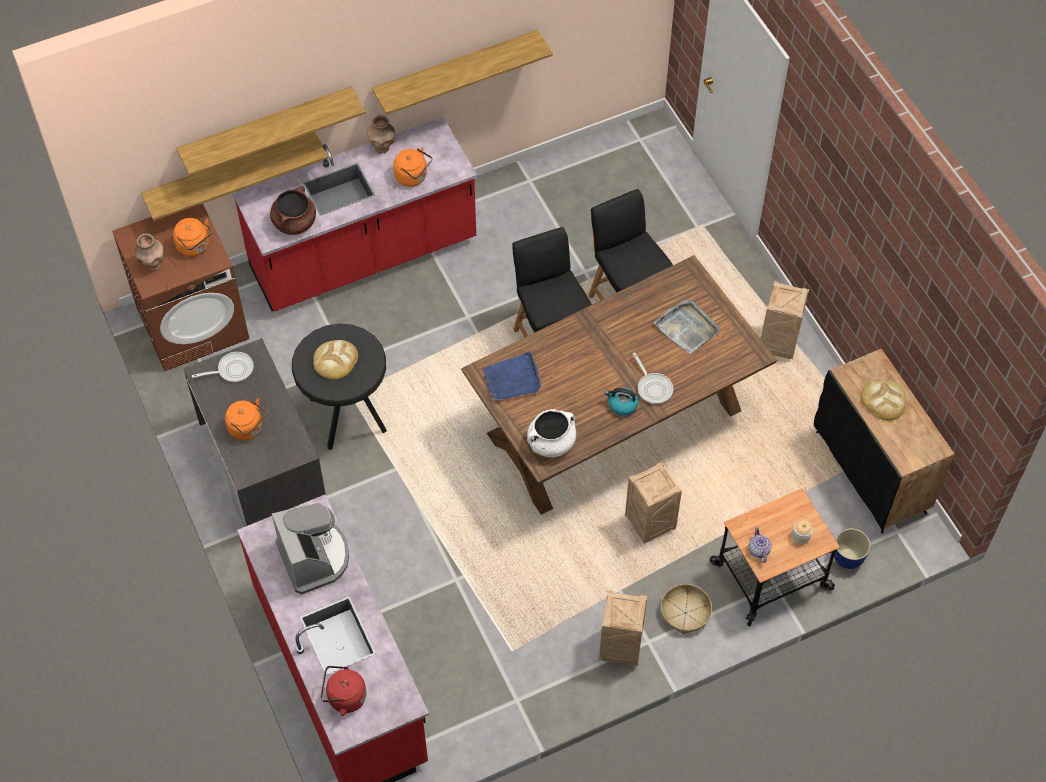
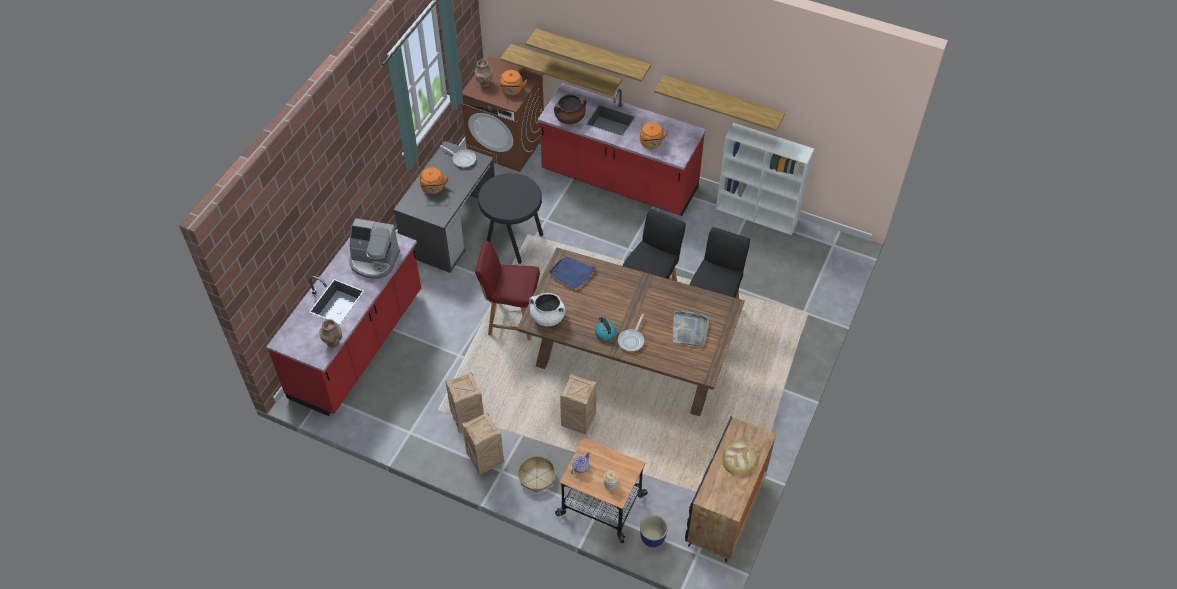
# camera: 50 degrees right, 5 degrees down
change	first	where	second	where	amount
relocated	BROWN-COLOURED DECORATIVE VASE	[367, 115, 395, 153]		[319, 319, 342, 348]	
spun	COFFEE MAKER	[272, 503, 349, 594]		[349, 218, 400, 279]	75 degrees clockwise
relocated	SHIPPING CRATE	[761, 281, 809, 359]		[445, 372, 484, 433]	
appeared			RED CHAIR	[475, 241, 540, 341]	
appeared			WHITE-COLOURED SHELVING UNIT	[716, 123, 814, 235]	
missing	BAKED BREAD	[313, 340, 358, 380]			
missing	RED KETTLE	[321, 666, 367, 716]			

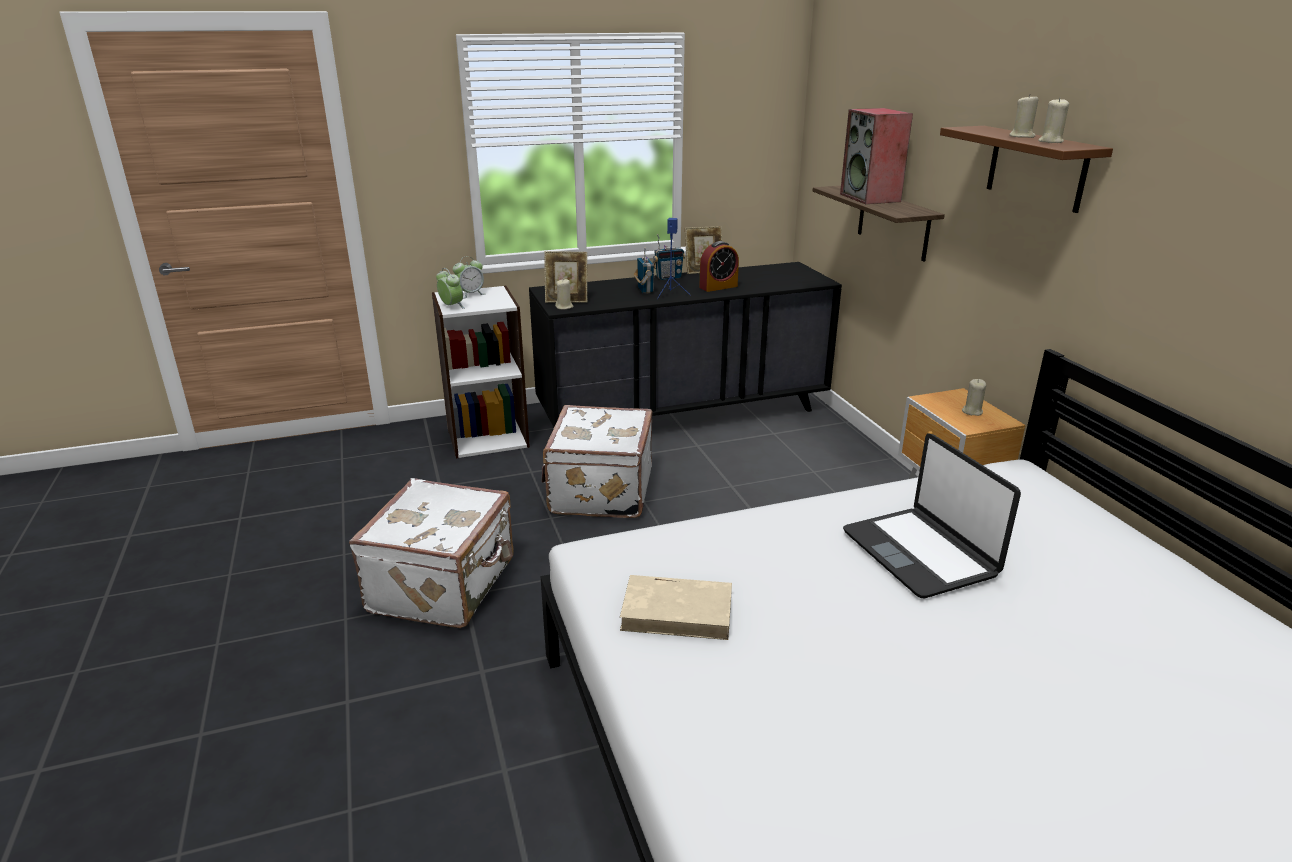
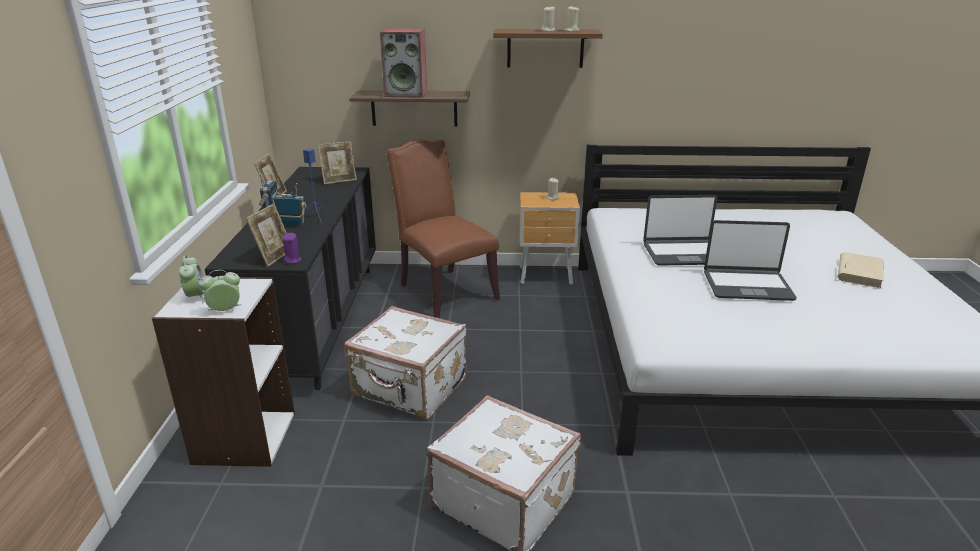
# camera: 70 degrees left, 0 degrees up
change	first	where	second	where	amount
colour	BEIGE-COLOURED CANDLE	[555, 279, 573, 309]	PURPLE-COLOURED CANDLE	[283, 233, 301, 264]	
appeared			PICTURE FRAME	[318, 141, 357, 184]	
appeared			BROWN-COLOURED CHAIR	[387, 140, 500, 318]	
appeared			PORTABLE COMPUTER	[704, 220, 797, 301]	
relocated	BEIGE-COLOURED BOUND BOOK	[620, 575, 732, 640]		[838, 252, 884, 289]	
missing	ALARM CLOCK	[699, 241, 739, 292]			

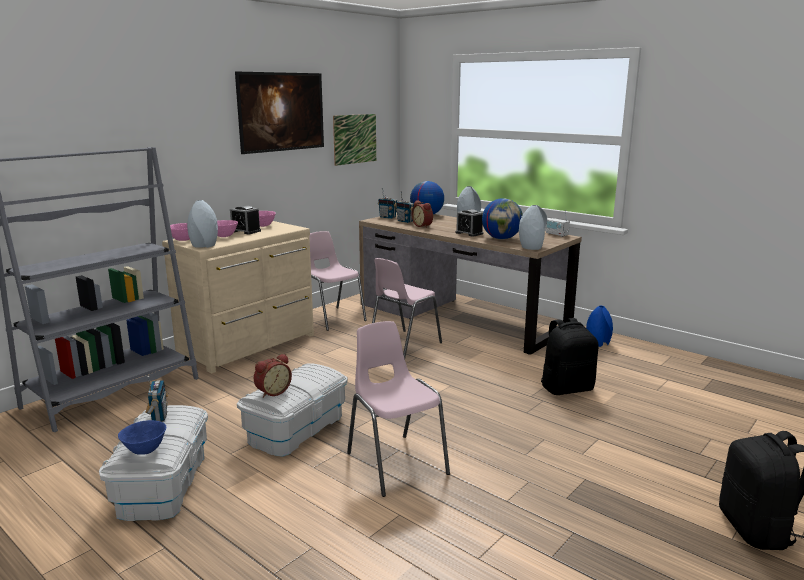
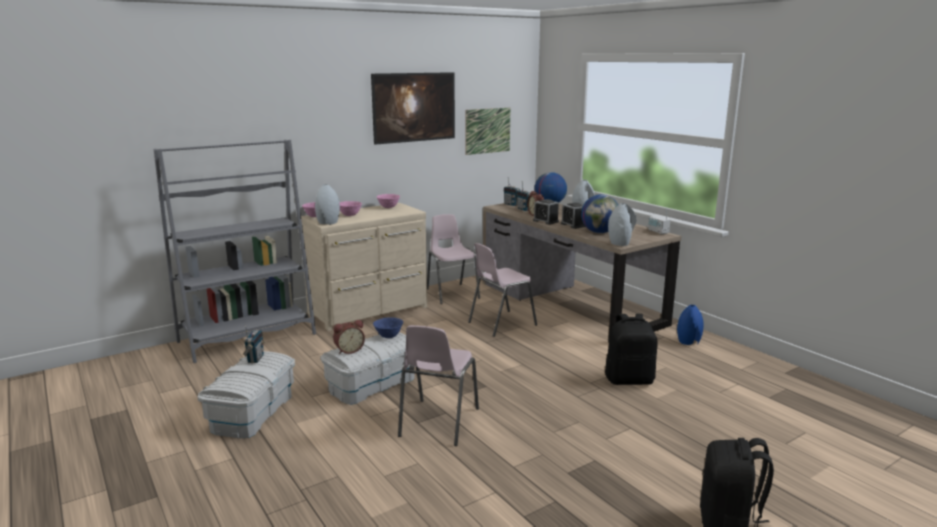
# camera: 15 degrees right, 0 degrees up
change	first	where	second	where	amount
relocated	BLUISH DEEP DISH	[118, 420, 166, 455]		[373, 317, 403, 338]	
spun	PINKISH CHAIR	[347, 321, 450, 497]		[398, 325, 479, 446]	150 degrees counterclockwise
relocated	ALARM CLOCK	[230, 205, 261, 234]		[533, 199, 559, 225]	

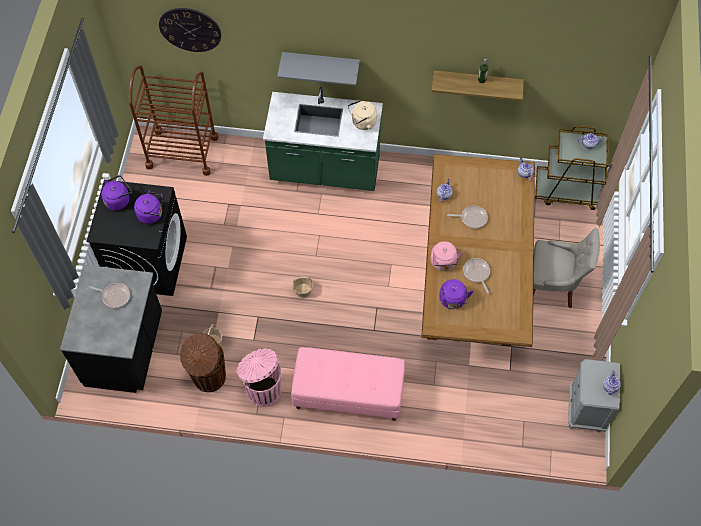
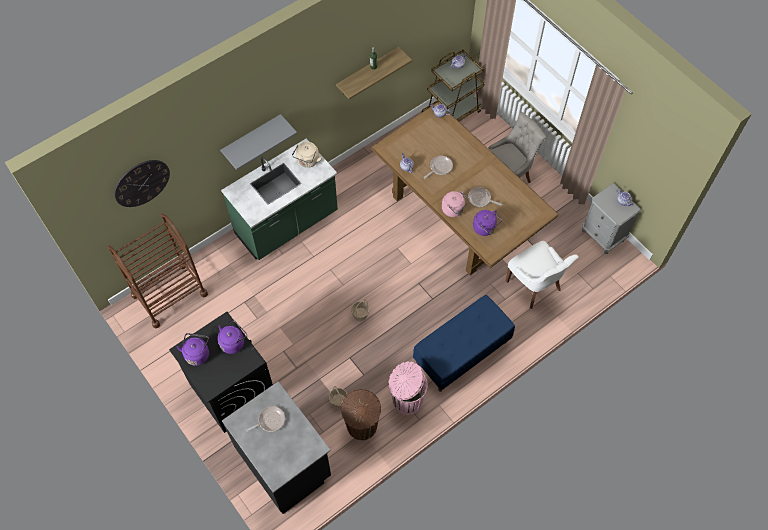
# camera: 45 degrees left, 0 degrees up
change	first	where	second	where	amount
colour	PINKISH BENCH	[291, 347, 405, 421]	BLUISH BENCH	[413, 295, 515, 392]	
appeared			WHITE-COLOURED CHAIR	[506, 241, 579, 309]	

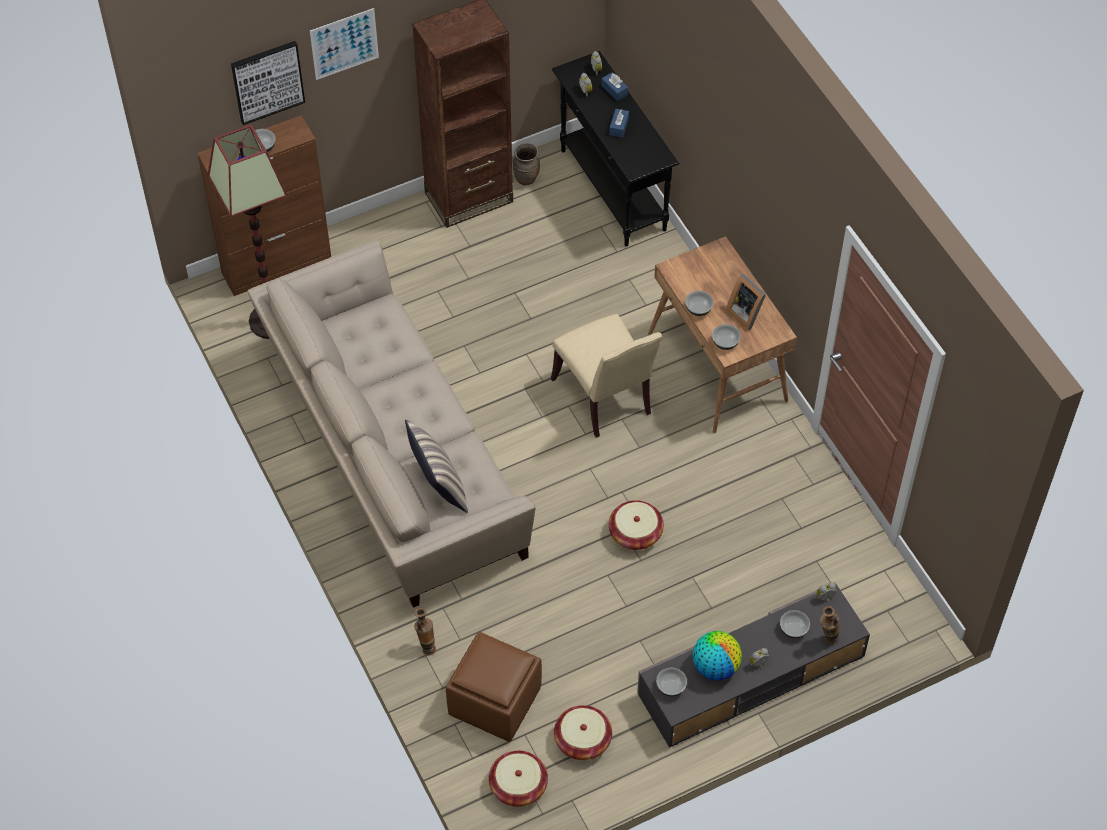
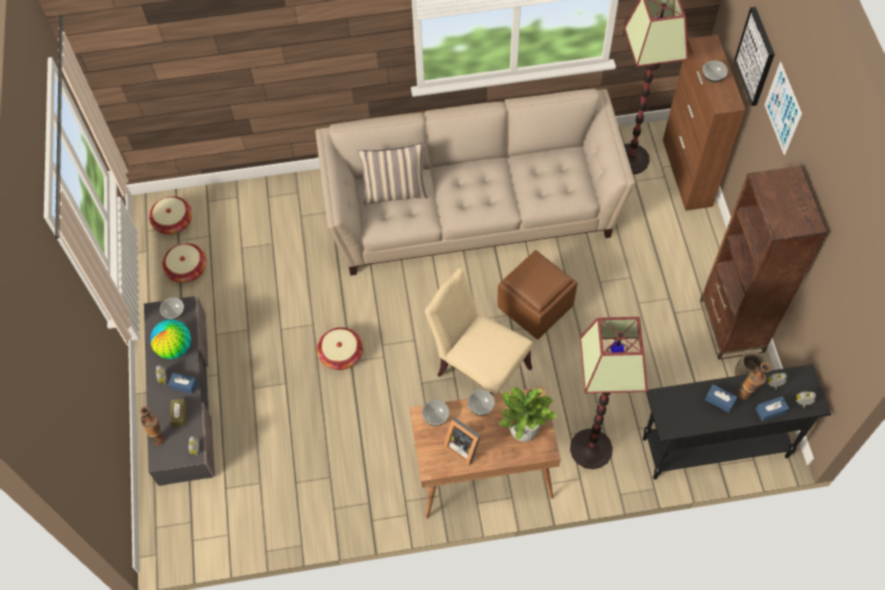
# camera: 110 degrees right, 5 degrees up
change	first	where	second	where	amount
appeared			BLUISH BOX OF TISSUES	[168, 373, 198, 394]	
exchanged	DEEP DISH	[780, 610, 810, 638]	BROWN-COLOURED BOX OF TISSUES	[170, 399, 187, 427]	
spun	BEIGE-COLOURED CHAIR	[551, 314, 663, 438]		[425, 268, 533, 395]	45 degrees clockwise
spun	PICTURE FRAME	[726, 274, 766, 330]		[444, 417, 481, 466]	120 degrees counterclockwise
relocated	BROWN-COLOURED OTTOMAN	[446, 631, 542, 742]		[498, 250, 578, 339]	
appeared			HOUSEPLANT	[498, 387, 557, 442]	
appeared			FLOOR LAMP	[570, 317, 648, 469]	
relocated	DECORATIVE VASE	[414, 608, 436, 655]		[737, 362, 771, 400]	

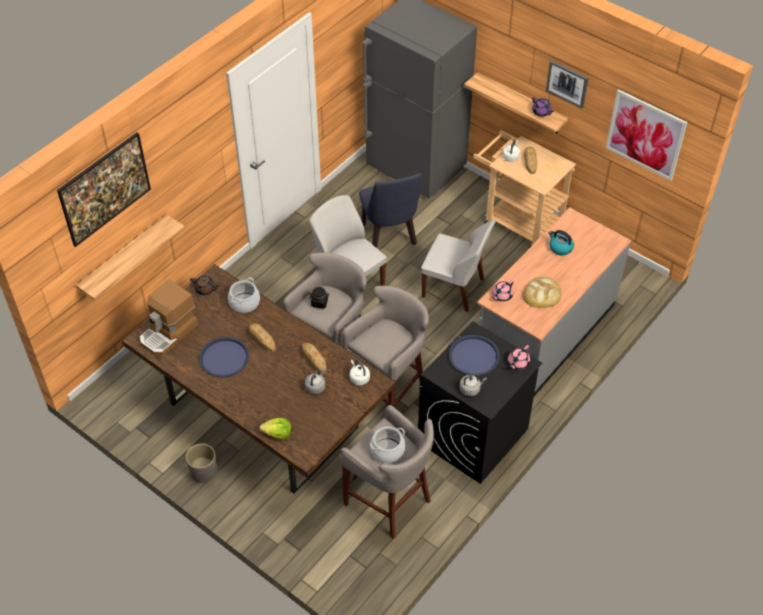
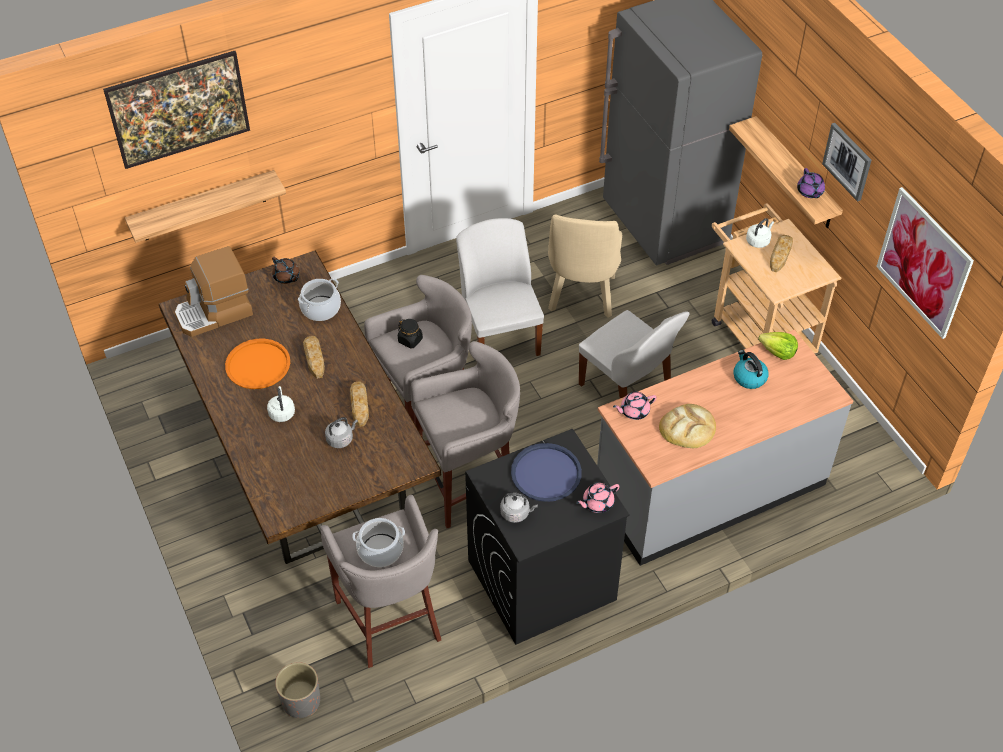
# camera: 25 degrees right, 0 degrees up
change	first	where	second	where	amount
colour	BLUISH CARRYING TRAY	[199, 337, 249, 377]	ORANGE CARRYING TRAY	[225, 339, 290, 389]	
relocated	WHITE-COLOURED KETTLE	[350, 360, 370, 385]		[267, 386, 295, 422]	
relocated	GREY PLANT POT	[186, 443, 217, 483]		[275, 662, 320, 718]	
colour	BLUISH CHAIR	[359, 173, 422, 248]	BEIGE-COLOURED CHAIR	[548, 214, 622, 318]	
relocated	HEAD OF LETTUCE	[259, 418, 292, 439]		[758, 332, 798, 360]	

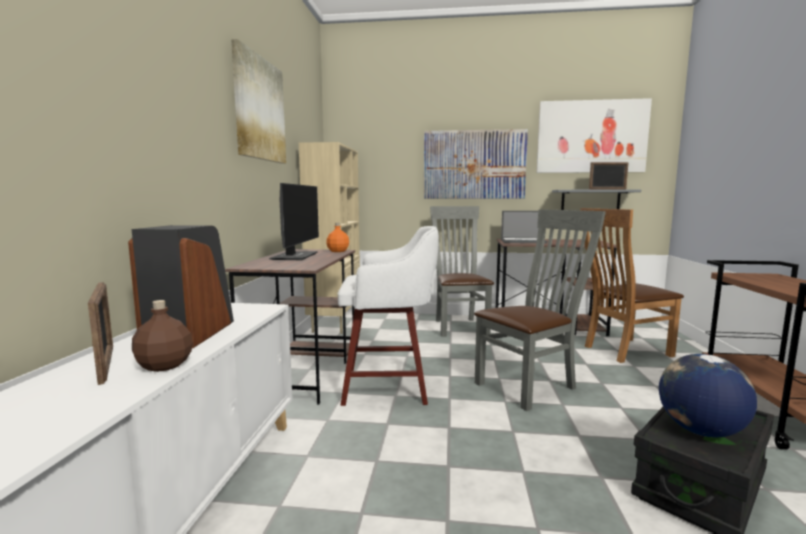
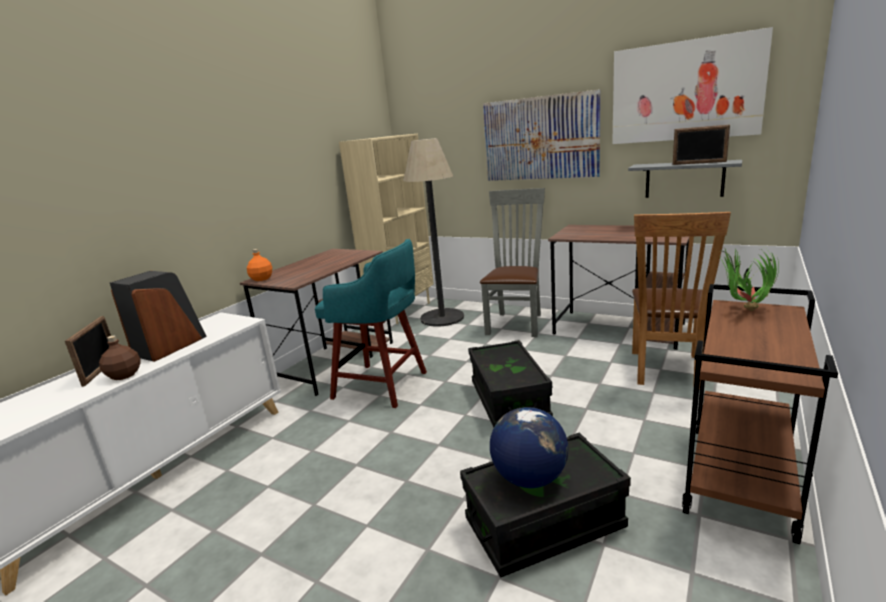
# camera: 25 degrees right, 10 degrees up
change	first	where	second	where	amount
relocated	ORANGE BEVERAGE BOTTLE	[326, 223, 349, 252]		[247, 249, 272, 281]	
colour	WHITE-COLOURED STOOL	[338, 226, 439, 406]	TURQUOISE STOOL	[315, 239, 427, 408]	
appeared			FLOOR LAMP	[403, 138, 464, 327]	
exchanged	GREY CHAIR	[474, 209, 606, 411]	BLACK STORAGE BIN	[468, 340, 553, 427]	
spun	BROWN-COLOURED CHAIR	[580, 208, 684, 363]		[632, 212, 731, 389]	75 degrees counterclockwise
appeared			HOUSEPLANT	[720, 247, 779, 311]	
missing	WALL PICTURE	[231, 39, 286, 163]			
missing	MONITOR	[269, 183, 319, 260]			
missing	PORTABLE COMPUTER	[501, 211, 547, 243]			

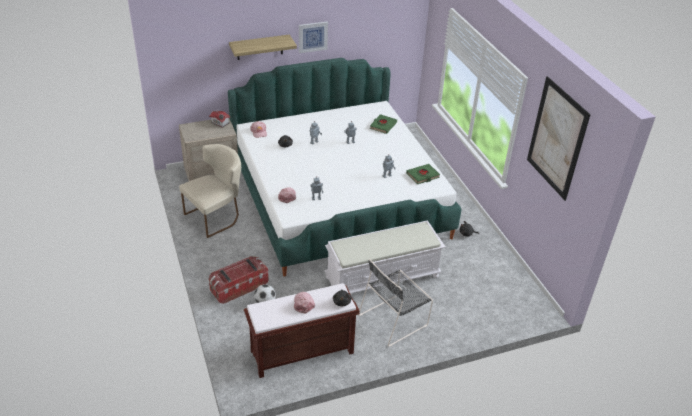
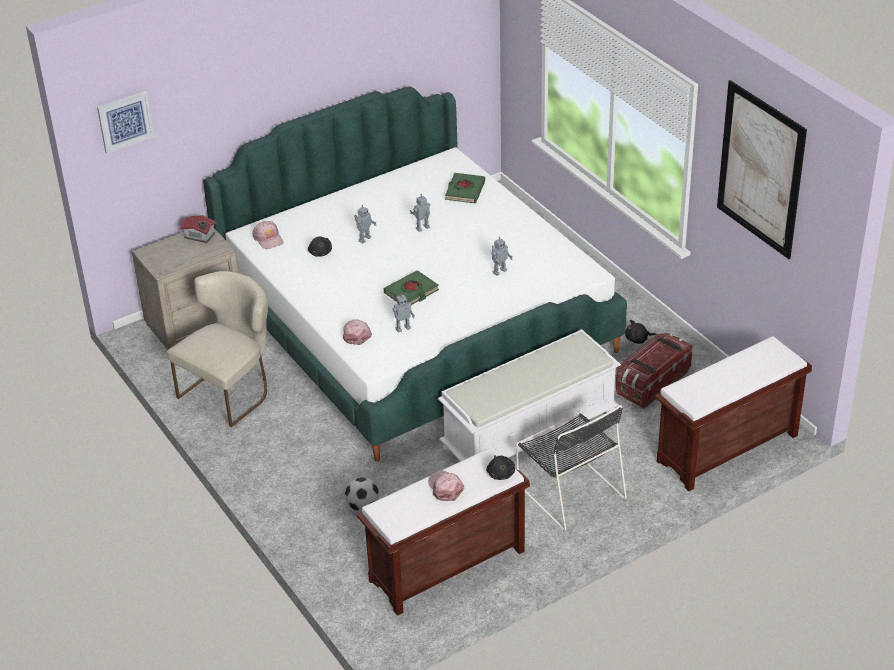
# camera: 10 degrees left, 0 degrees up
change	first	where	second	where	amount
relocated	WALL PICTURE	[299, 22, 328, 53]		[97, 91, 154, 153]	
relocated	GREEN-COLOURED BOUND BOOK	[406, 164, 440, 184]		[384, 270, 439, 305]	
spun	BLACK CHAIR	[358, 259, 433, 347]		[516, 405, 627, 530]	75 degrees counterclockwise
relocated	STORAGE BIN	[209, 256, 269, 304]		[616, 333, 693, 409]	
appeared			BROWN-COLOURED BENCH	[655, 336, 812, 491]	
missing	WALL SHELF	[229, 35, 297, 60]			

